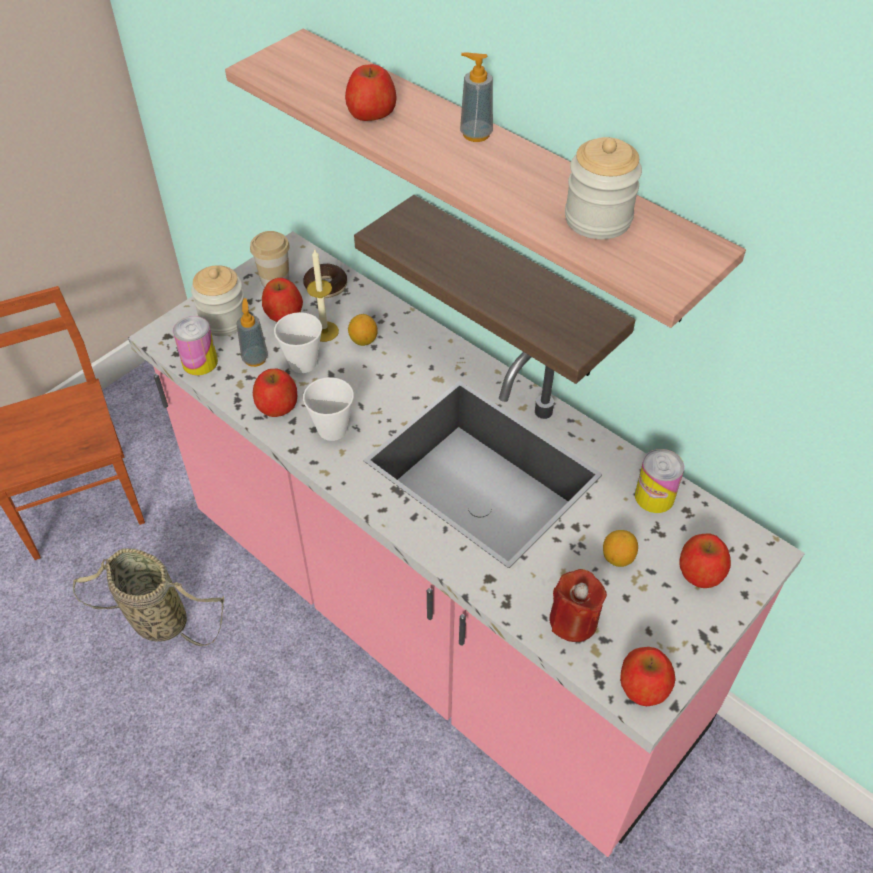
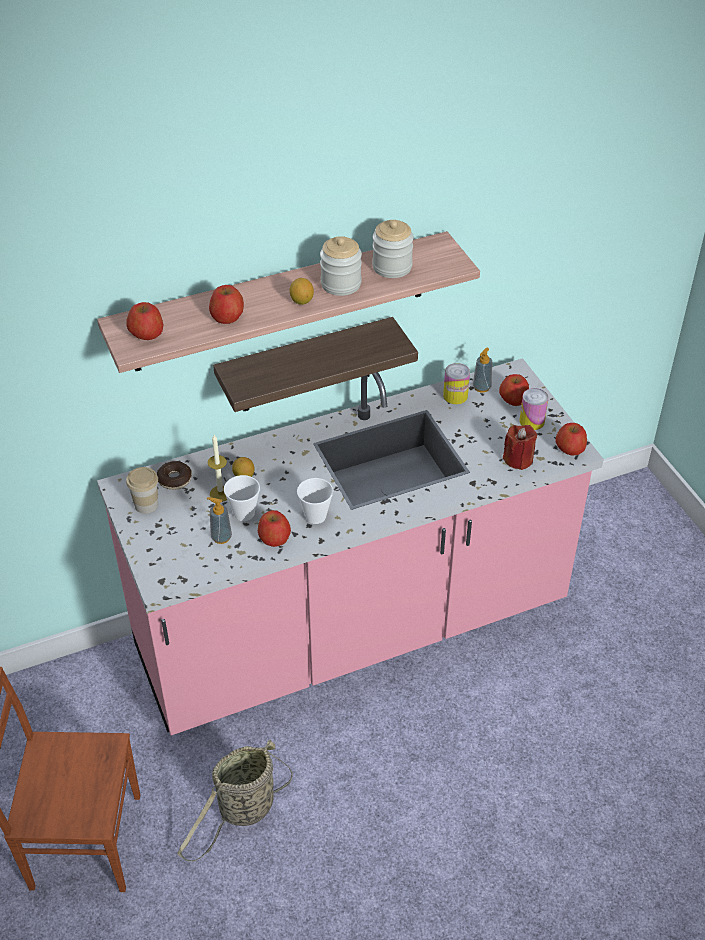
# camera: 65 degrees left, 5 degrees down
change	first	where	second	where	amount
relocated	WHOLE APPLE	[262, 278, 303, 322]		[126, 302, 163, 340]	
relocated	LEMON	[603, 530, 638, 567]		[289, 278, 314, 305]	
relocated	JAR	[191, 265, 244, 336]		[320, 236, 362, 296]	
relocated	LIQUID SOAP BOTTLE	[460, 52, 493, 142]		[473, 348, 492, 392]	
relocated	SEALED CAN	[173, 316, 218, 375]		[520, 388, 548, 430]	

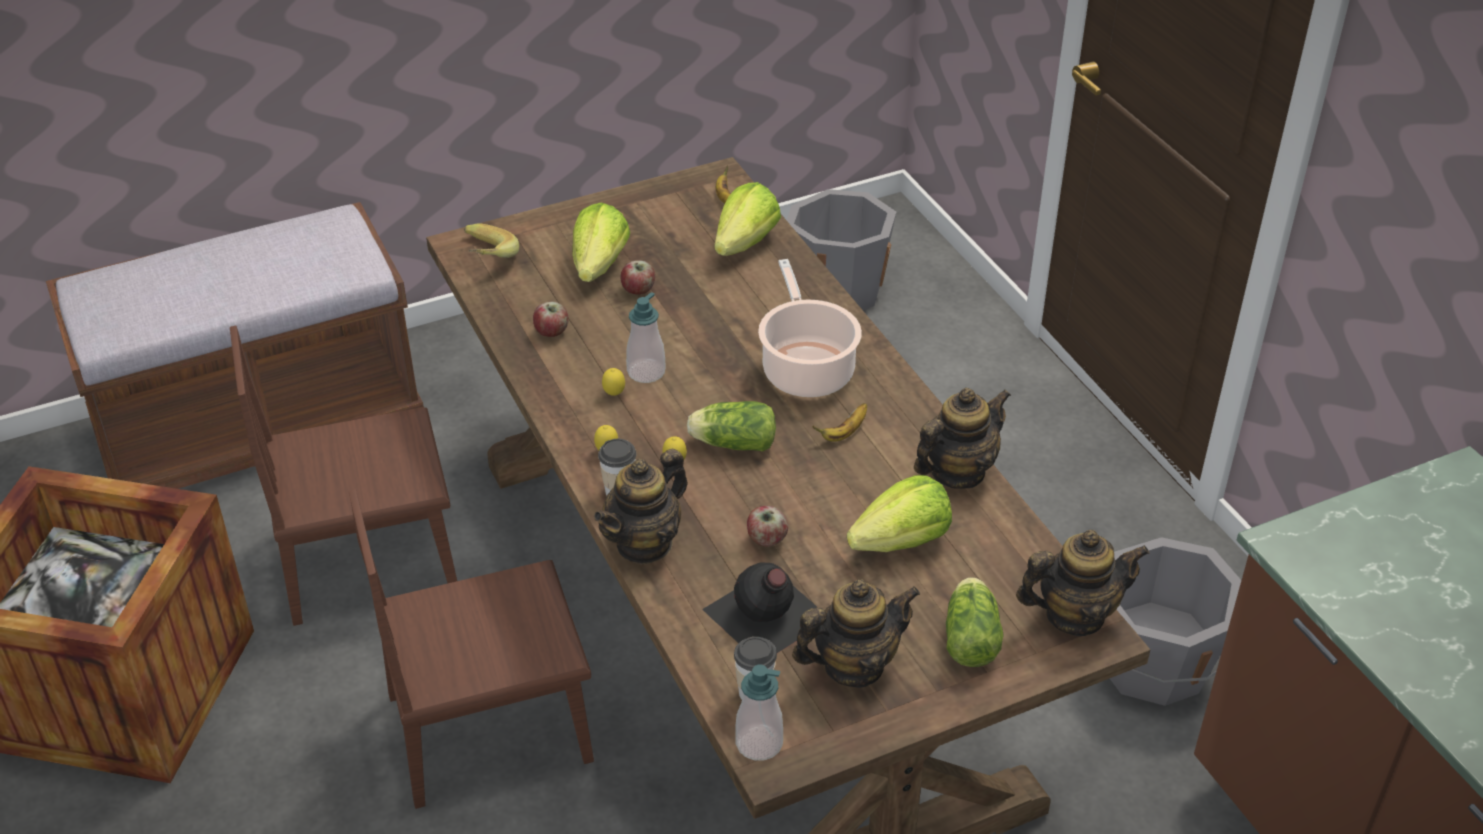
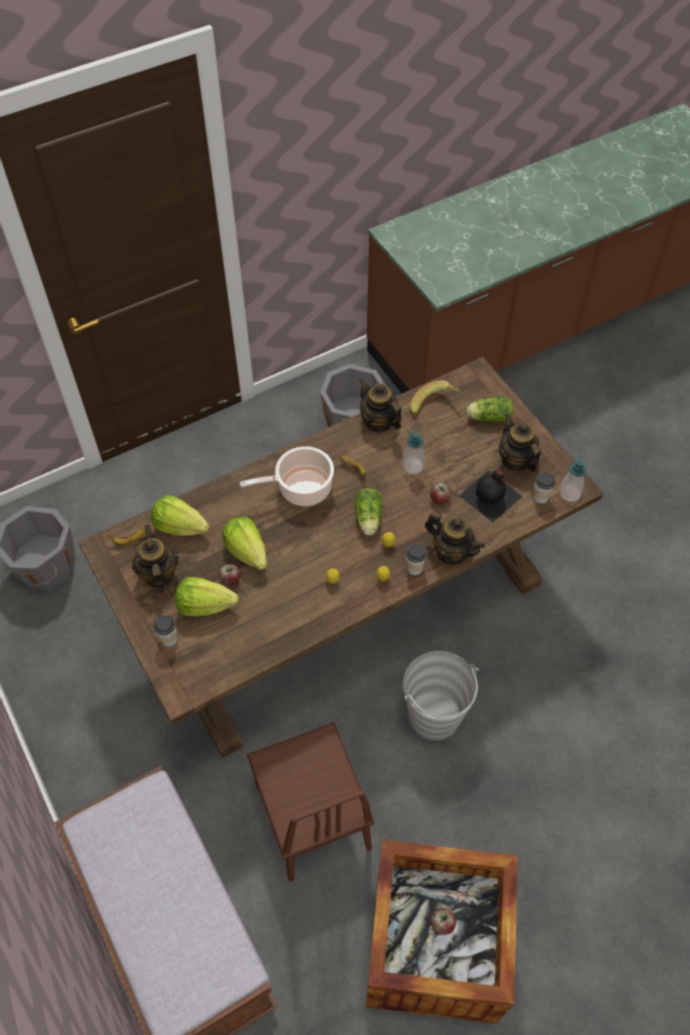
# camera: 95 degrees left, 15 degrees up
change	first	where	second	where	amount
relocated	POT FOR TEA	[1016, 530, 1149, 636]		[132, 525, 179, 593]	
appeared			CUP	[154, 615, 177, 647]	
relocated	HEAD OF LETTUCE	[847, 475, 952, 552]		[222, 517, 267, 570]	
relocated	LIQUID SOAP BOTTLE	[626, 292, 666, 383]		[402, 431, 424, 474]	
exchanged	BROWN-COLOURED CHAIR	[349, 489, 594, 809]	GREY WATER BUCKET	[403, 651, 479, 741]	
relocated	BANANA	[464, 223, 519, 258]		[410, 380, 461, 415]	
relocated	WHOLE APPLE	[533, 302, 569, 337]		[430, 908, 456, 935]	

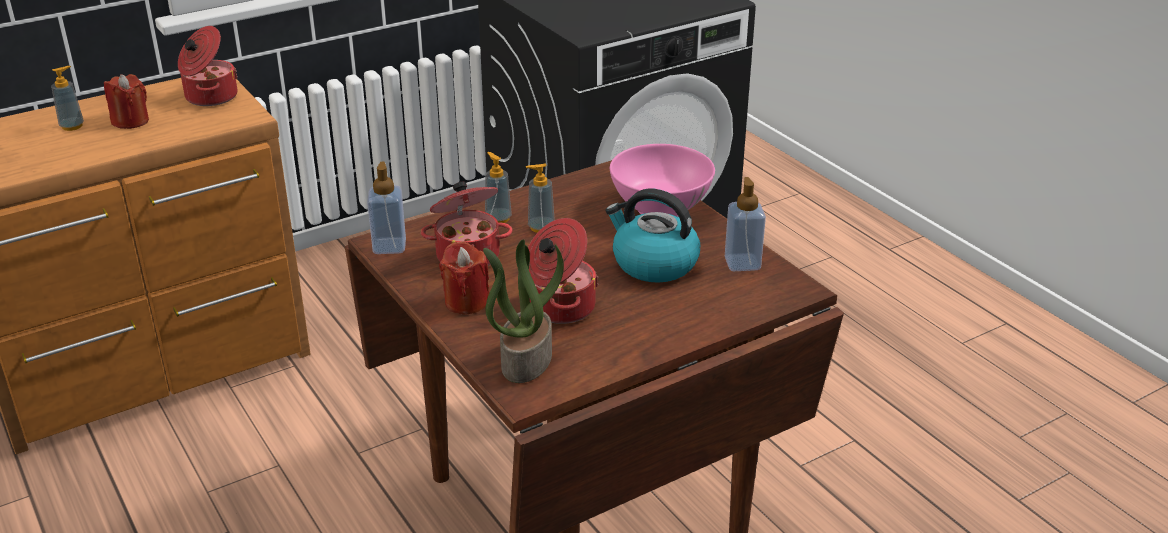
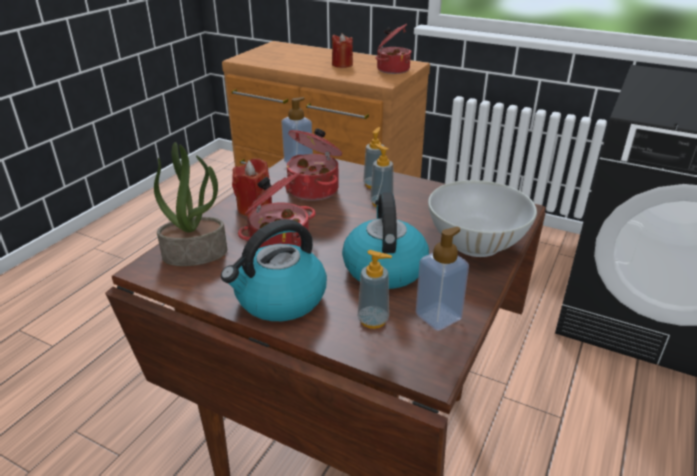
# camera: 60 degrees right, 0 degrees up
change	first	where	second	where	amount
appeared			KETTLE	[221, 219, 327, 321]	
relocated	LIQUID SOAP BOTTLE	[51, 66, 84, 131]		[358, 250, 392, 329]	
colour	PINKISH DEEP DISH	[610, 144, 715, 217]	WHITE-COLOURED DEEP DISH	[428, 180, 537, 257]	

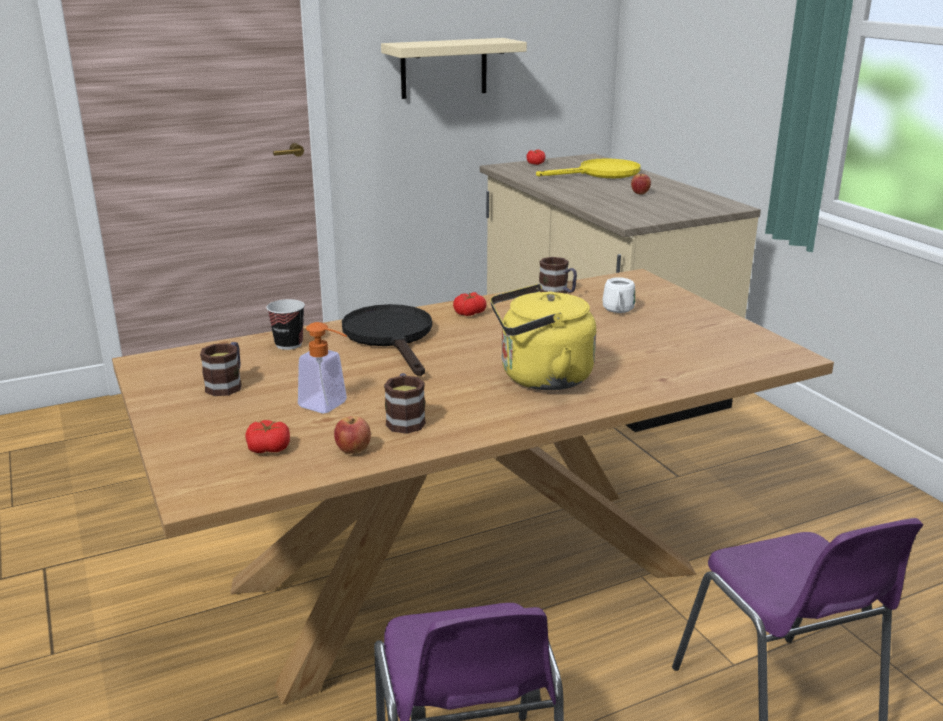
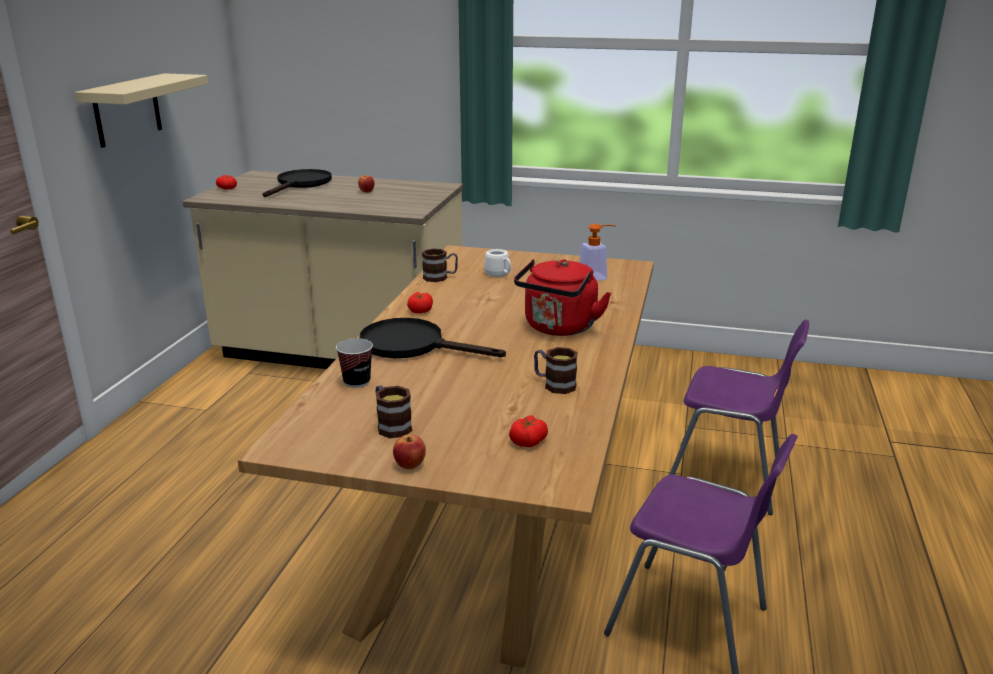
# camera: 50 degrees left, 0 degrees up
change	first	where	second	where	amount
colour	YELLOW-COLOURED PAN	[536, 158, 641, 178]	BLACK PAN	[262, 169, 332, 197]	
relocated	WHOLE APPLE	[334, 416, 371, 454]		[393, 434, 426, 470]	
colour	YELLOW-COLOURED KETTLE	[490, 284, 596, 390]	RED KETTLE	[514, 259, 611, 336]	
relocated	LIQUID SOAP BOTTLE	[298, 322, 347, 413]		[579, 224, 616, 281]	

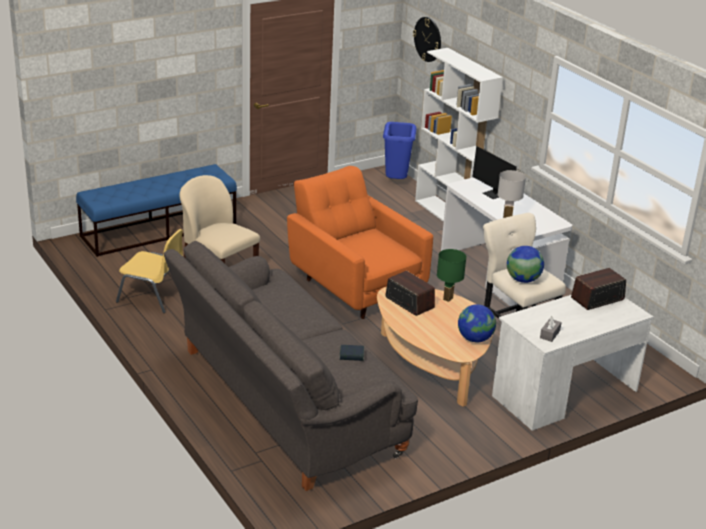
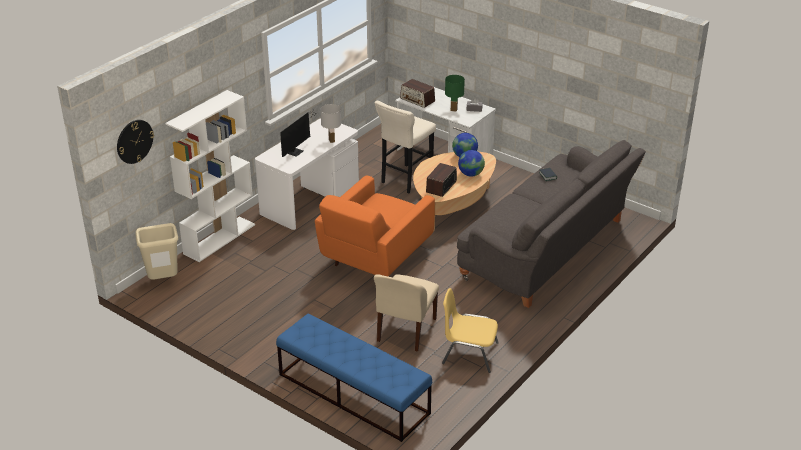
# camera: 110 degrees left, 5 degrees up
change	first	where	second	where	amount
colour	BLUISH RUBBISH BIN	[383, 122, 416, 179]	BEIGE-COLOURED RUBBISH BIN	[135, 223, 178, 280]	
spun	YELLOW-COLOURED CHAIR	[116, 229, 183, 313]		[442, 288, 499, 373]	75 degrees counterclockwise
relocated	GREEN-COLOURED TABLE LAMP	[437, 249, 466, 302]		[445, 75, 465, 112]	
relocated	WORLD GLOBE	[507, 246, 544, 283]		[458, 150, 485, 177]	

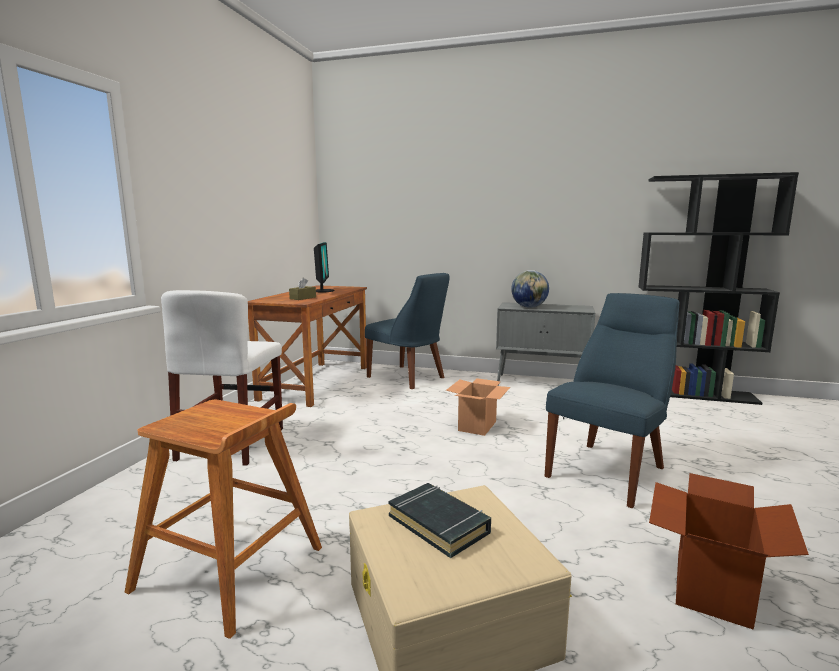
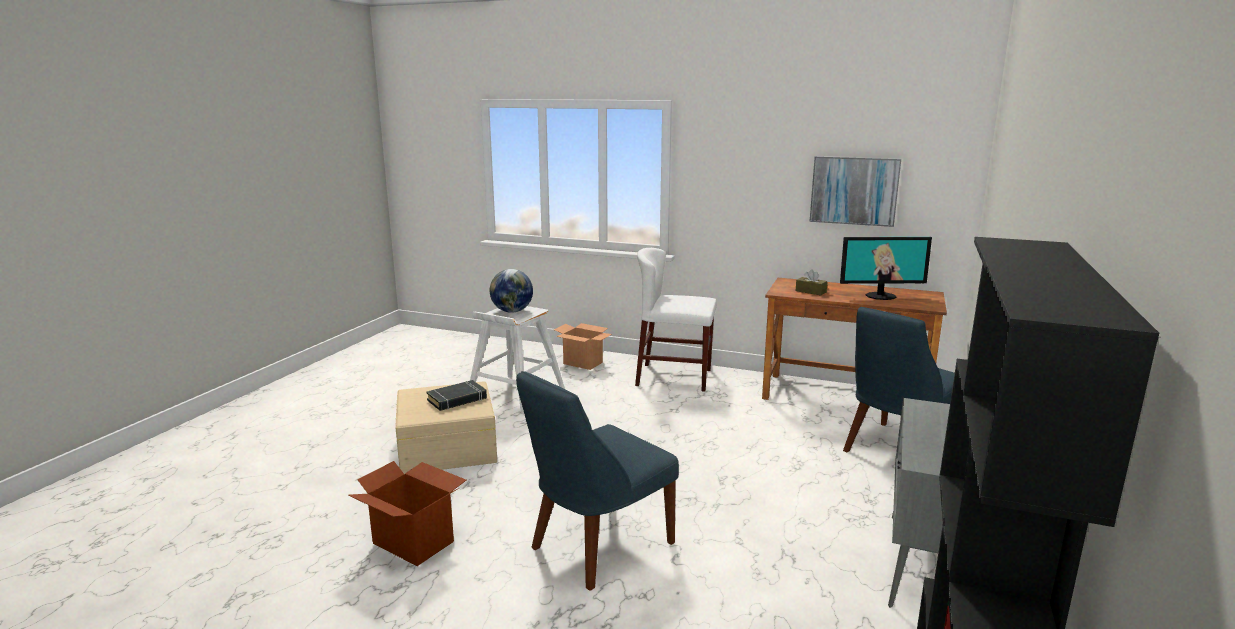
# camera: 95 degrees right, 5 degrees up
change	first	where	second	where	amount
colour	BROWN-COLOURED STOOL	[125, 400, 322, 639]	WHITE-COLOURED STOOL	[470, 306, 565, 414]	
relocated	WORLD GLOBE	[511, 270, 549, 308]		[490, 269, 533, 313]	
spun	BLUISH CHAIR	[545, 293, 679, 508]		[516, 371, 679, 591]	90 degrees clockwise
relocated	CARDBOARD BOX	[446, 378, 510, 436]		[554, 323, 612, 370]	
appeared			WALL PICTURE	[809, 156, 901, 227]	

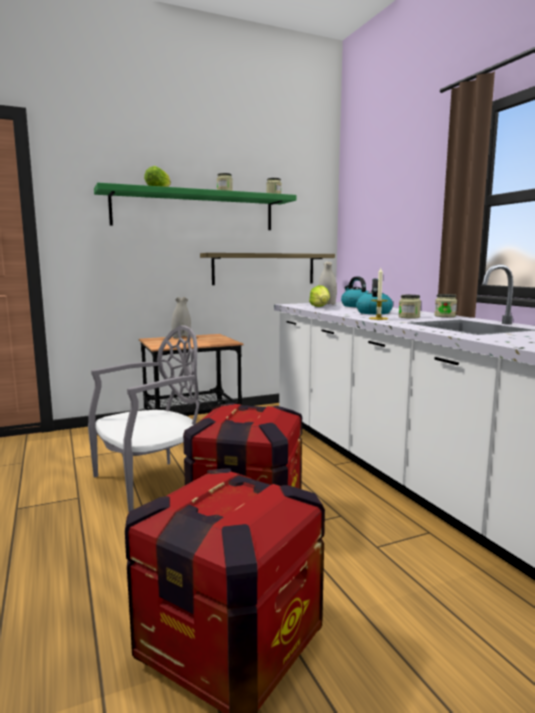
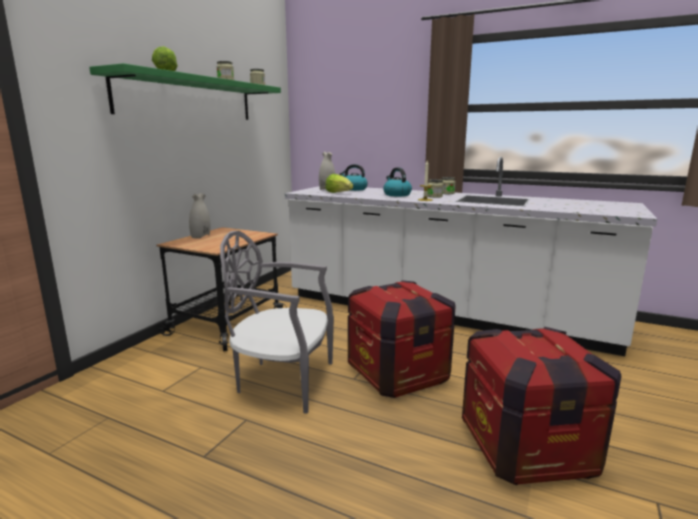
# camera: 40 degrees left, 5 degrees up
change	first	where	second	where	amount
spun	GREY CHAIR	[88, 325, 199, 512]		[220, 231, 334, 414]	90 degrees counterclockwise
missing	WALL SHELF	[200, 253, 335, 285]			

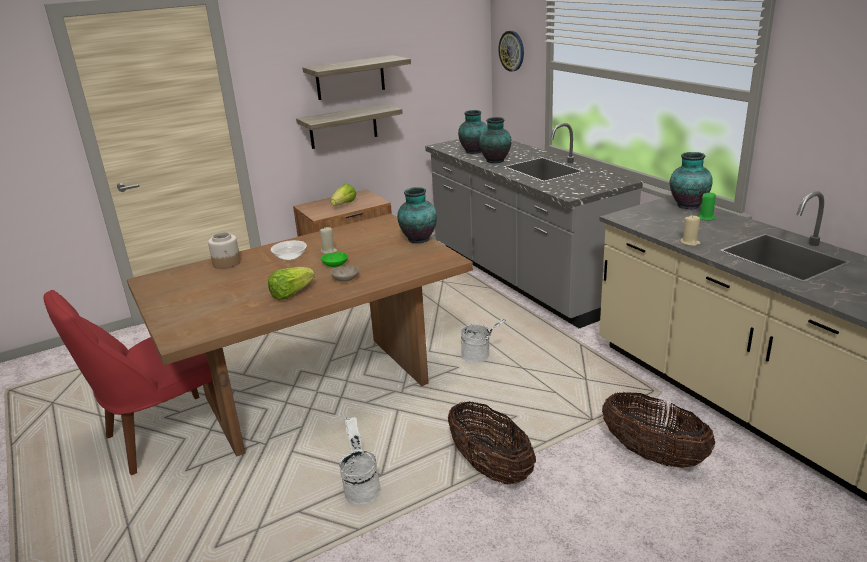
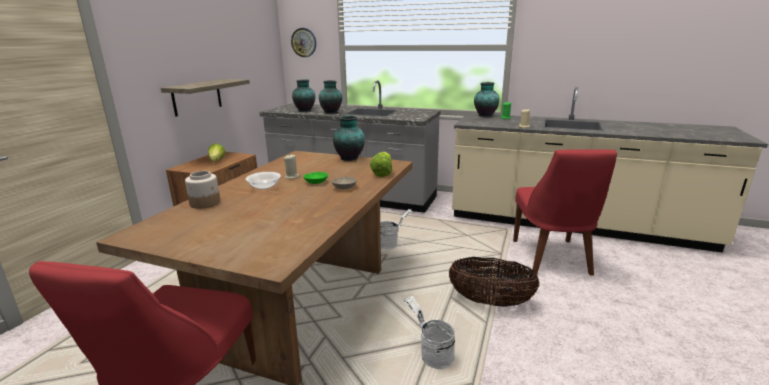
# camera: 40 degrees left, 5 degrees down
change	first	where	second	where	amount
relocated	HEAD OF LETTUCE	[268, 267, 315, 300]		[370, 152, 392, 177]	
exchanged	STORAGE BASKET	[602, 391, 715, 468]	RED CHAIR	[513, 149, 617, 276]	
missing	WALL SHELF	[303, 55, 411, 100]			

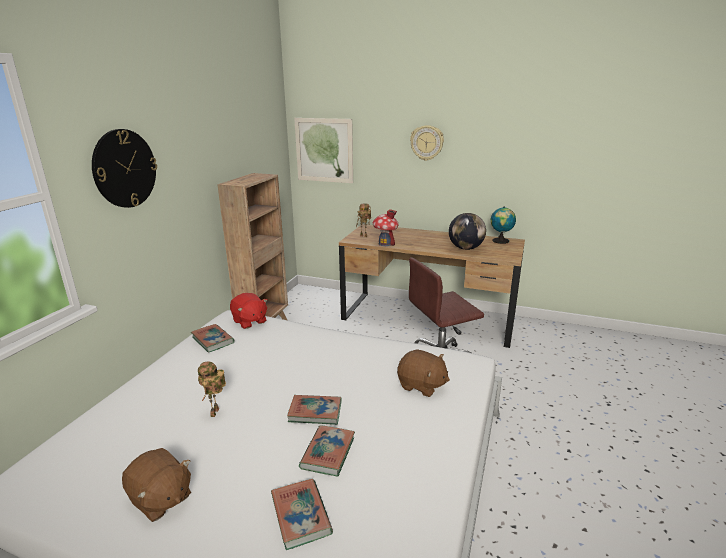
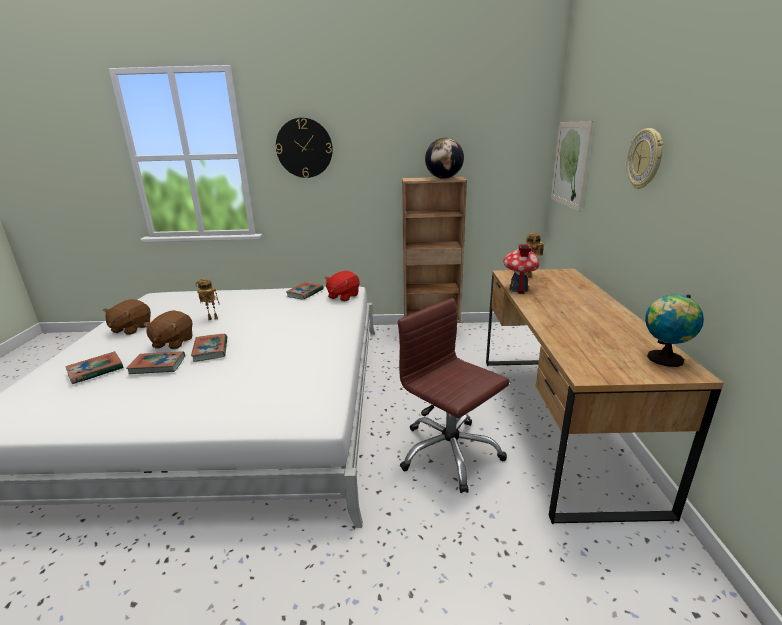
# camera: 70 degrees right, 0 degrees up
change	first	where	second	where	amount
relocated	BROWN-COLOURED PLUSH TOY	[397, 349, 450, 397]		[143, 310, 192, 349]	
relocated	WORLD GLOBE	[449, 213, 486, 250]		[425, 138, 464, 179]	

